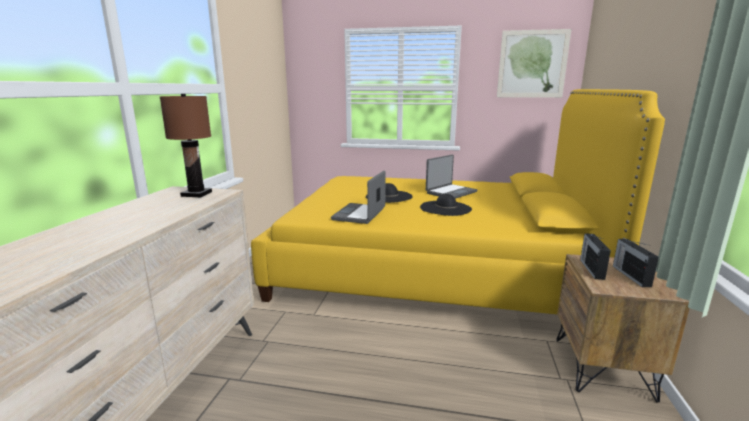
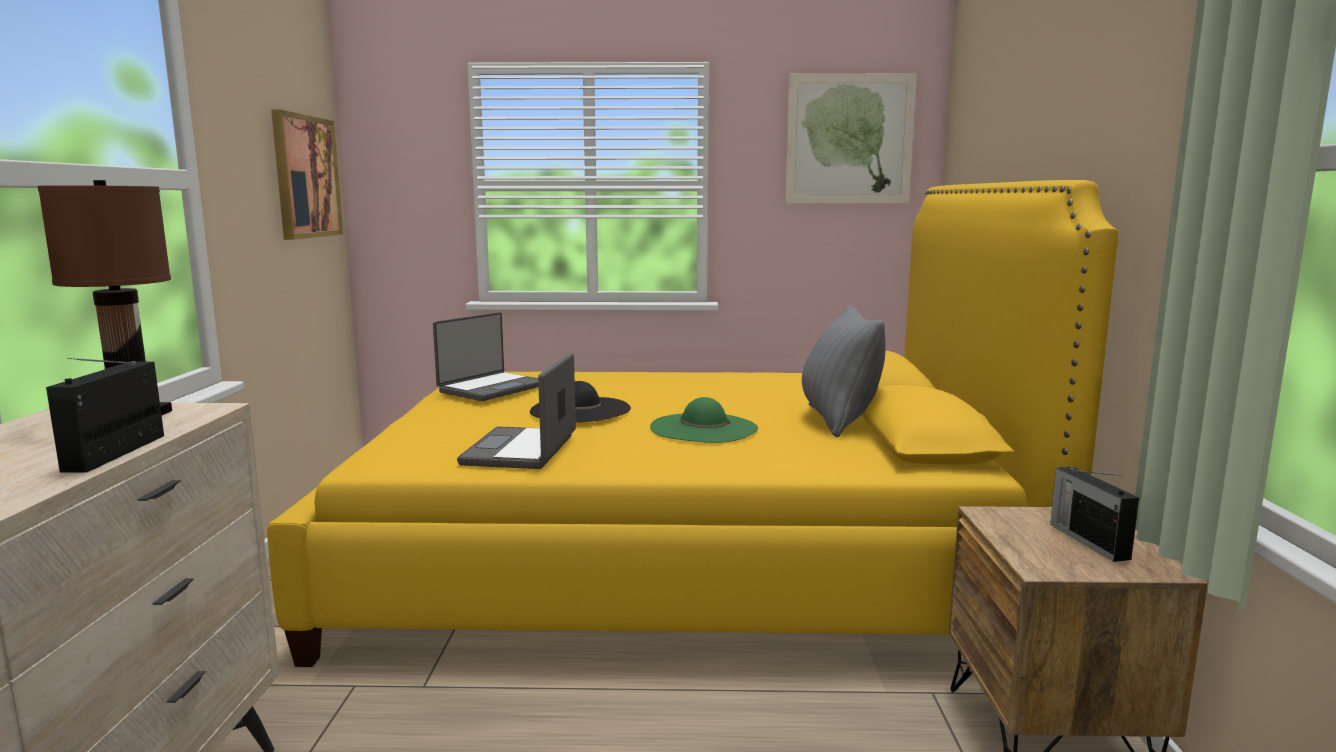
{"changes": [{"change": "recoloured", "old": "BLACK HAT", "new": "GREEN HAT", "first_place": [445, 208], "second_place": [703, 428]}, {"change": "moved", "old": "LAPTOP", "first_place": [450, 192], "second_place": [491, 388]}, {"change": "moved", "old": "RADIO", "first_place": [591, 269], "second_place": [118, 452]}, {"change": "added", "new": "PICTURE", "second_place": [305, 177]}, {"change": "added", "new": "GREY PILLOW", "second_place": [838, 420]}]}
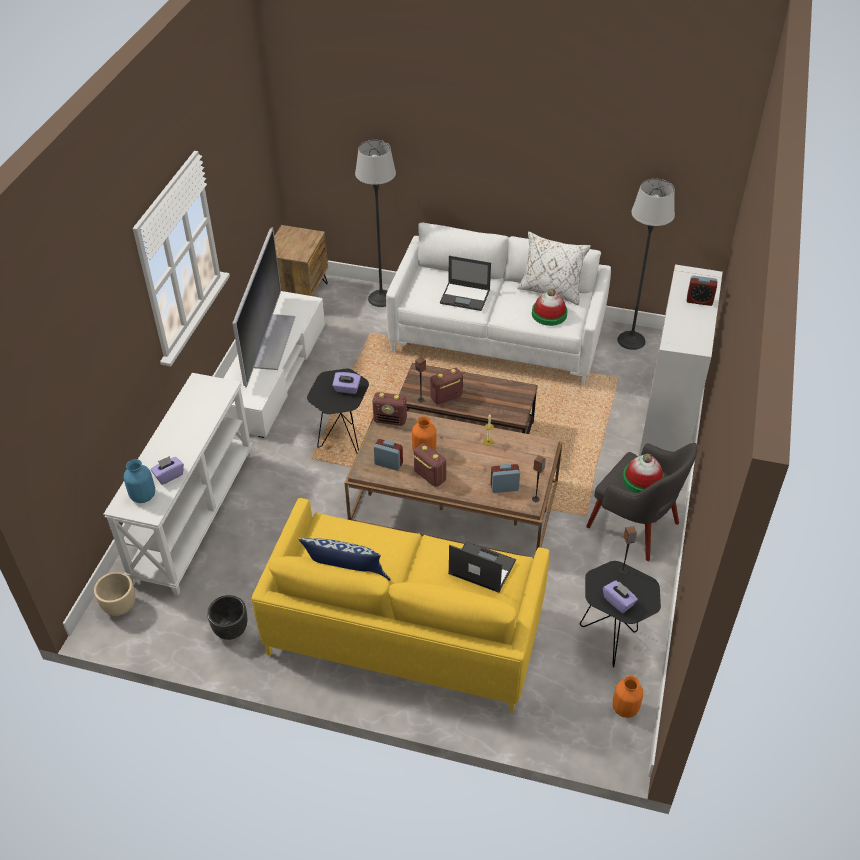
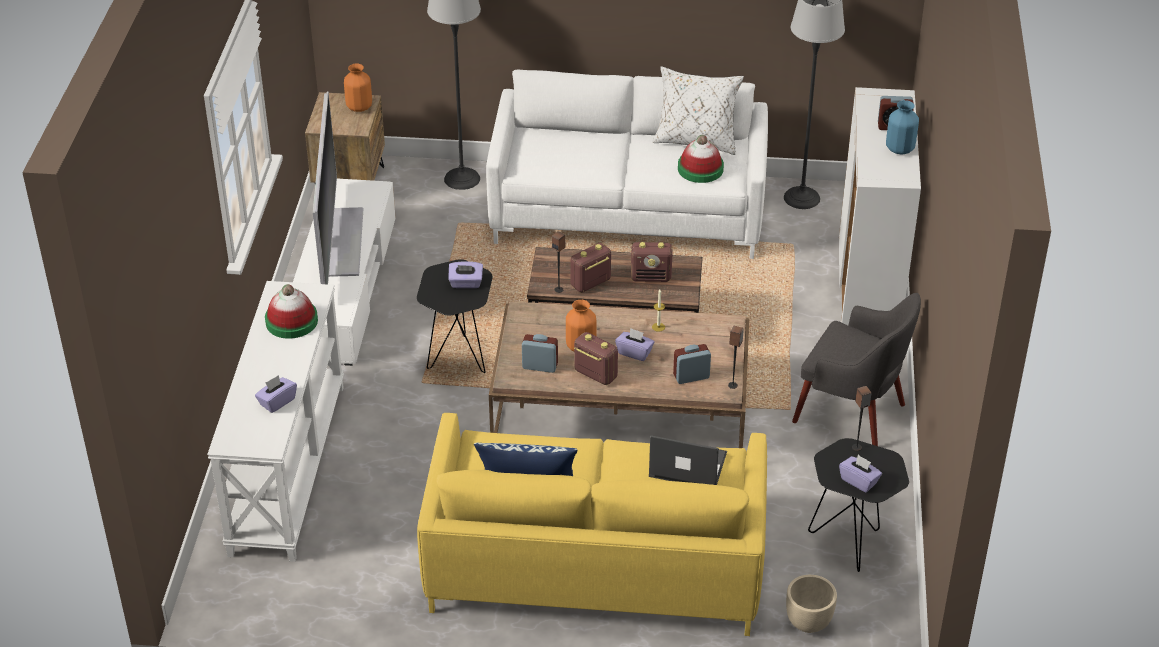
{"changes": [{"change": "moved", "old": "BEIGE PLANTER", "first_place": [120, 607], "second_place": [808, 623]}, {"change": "moved", "old": "BLUE VASE", "first_place": [142, 496], "second_place": [899, 149]}, {"change": "removed", "old": "BLACK PLANTER", "first_place": [230, 631]}, {"change": "moved", "old": "RADIO", "first_place": [390, 420], "second_place": [651, 277]}, {"change": "removed", "old": "LAPTOP", "first_place": [465, 296]}, {"change": "moved", "old": "ORANGE VASE", "first_place": [625, 708], "second_place": [359, 107]}, {"change": "moved", "old": "HAT", "first_place": [643, 480], "second_place": [291, 321]}, {"change": "added", "new": "PURPLE TISSUE BOX", "second_place": [634, 352]}]}
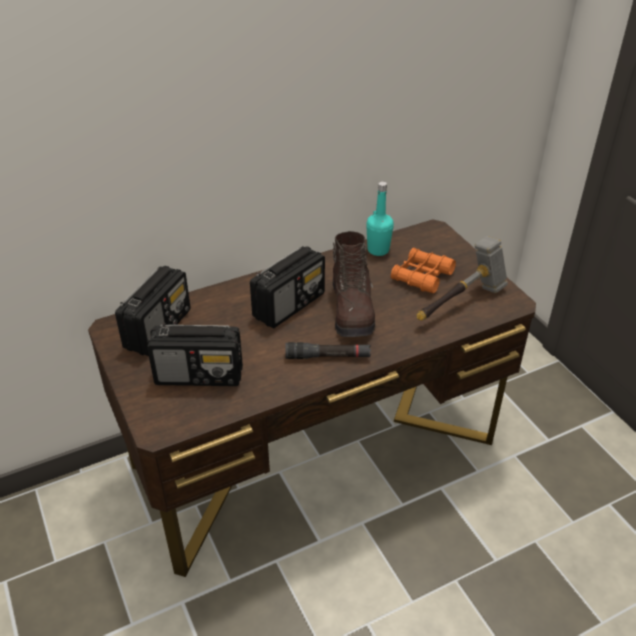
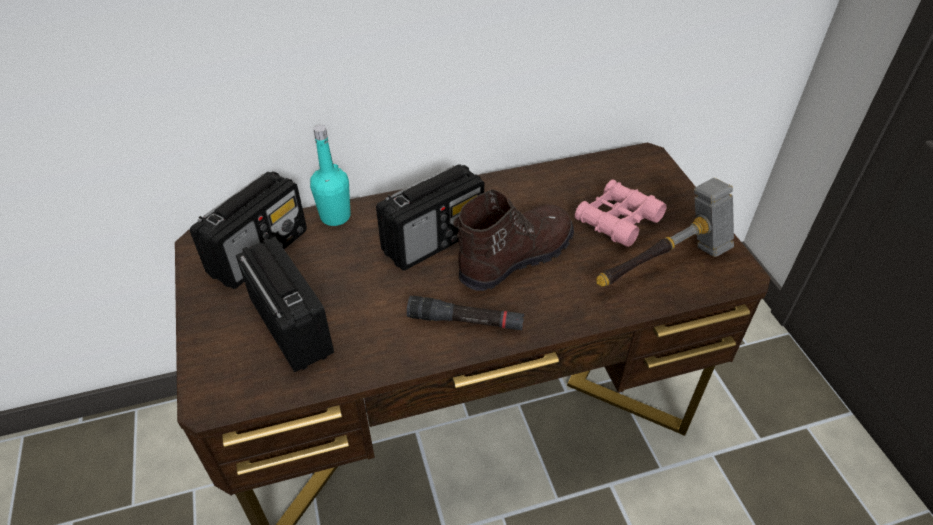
{"changes": [{"change": "turned", "old": "RADIO", "first_place": [200, 375], "second_place": [291, 326], "degrees": -135}, {"change": "turned", "old": "BROWN BOOT", "first_place": [352, 310], "second_place": [514, 258], "degrees": -135}, {"change": "moved", "old": "TURQUOISE BOTTLE", "first_place": [378, 250], "second_place": [335, 216]}, {"change": "recoloured", "old": "ORANGE BINOCULARS", "new": "PINK BINOCULARS", "first_place": [422, 276], "second_place": [617, 220]}]}
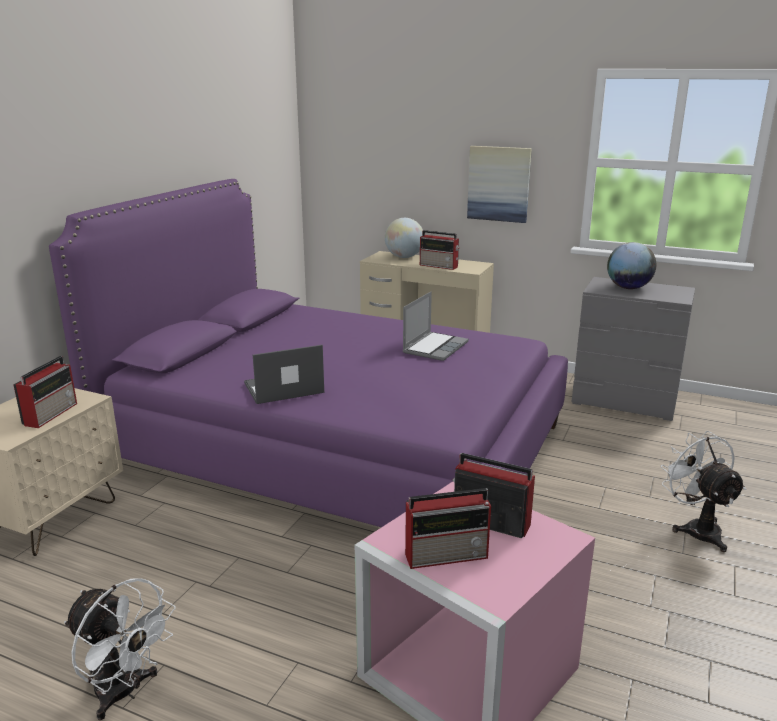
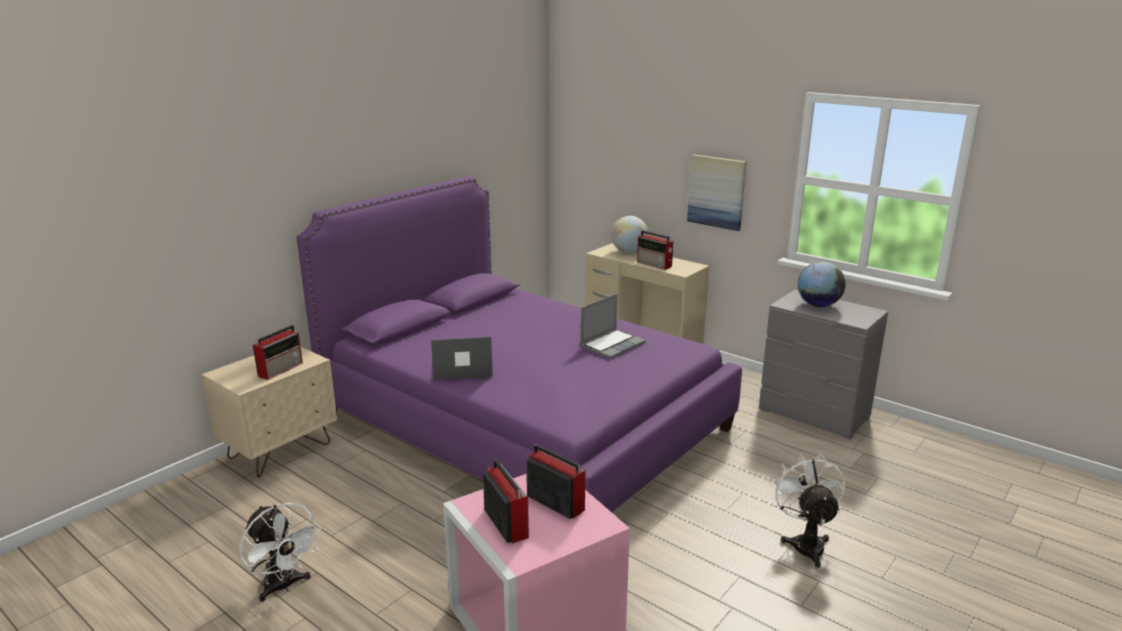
{"changes": [{"change": "turned", "old": "RADIO", "first_place": [448, 555], "second_place": [506, 522], "degrees": -120}]}
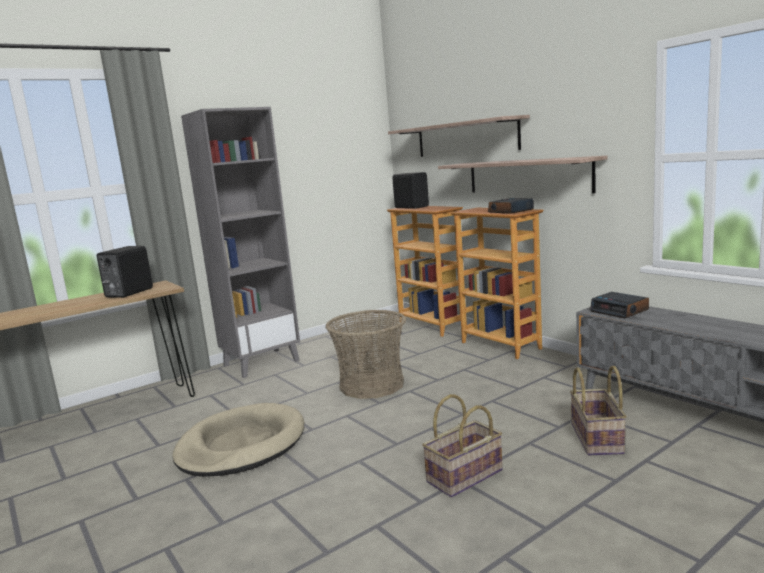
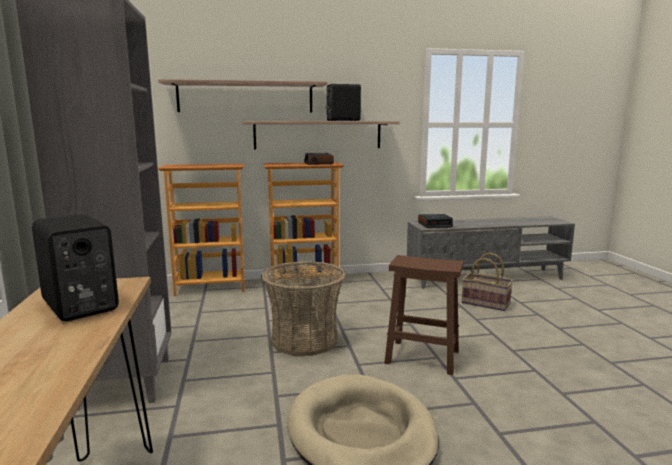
{"changes": [{"change": "moved", "old": "BLACK SPEAKER", "first_place": [412, 207], "second_place": [342, 120]}, {"change": "removed", "old": "BASKET", "first_place": [465, 477]}, {"change": "added", "new": "BROWN STOOL", "second_place": [424, 357]}]}
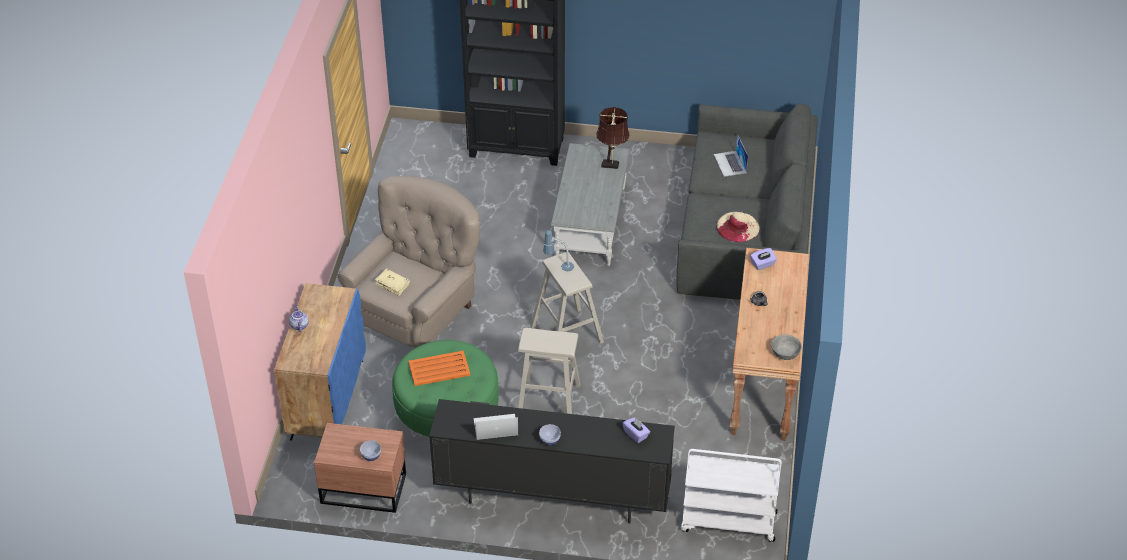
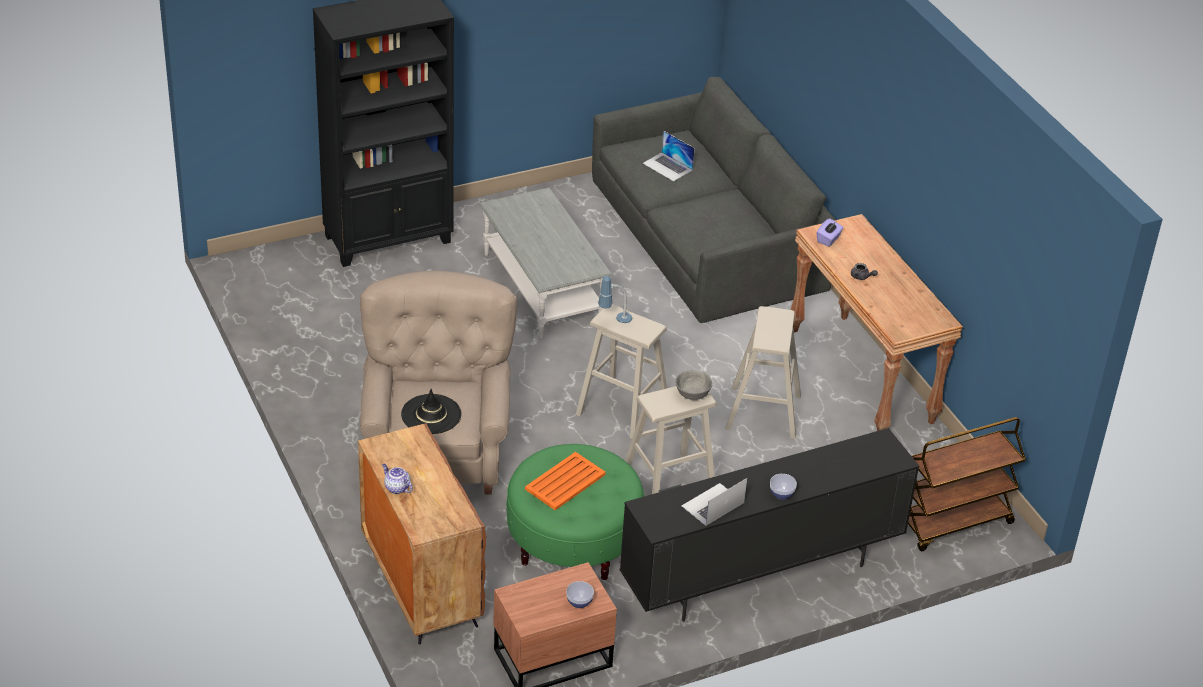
{"changes": [{"change": "recoloured", "old": "BLUE CABINET", "new": "BROWN CABINET", "first_place": [327, 399], "second_place": [420, 582]}, {"change": "replaced", "old": "BEIGE BOOK", "new": "BLACK HAT", "first_place": [393, 285], "second_place": [431, 414]}, {"change": "removed", "old": "BROWN TABLE LAMP", "first_place": [612, 165]}, {"change": "removed", "old": "PURPLE TISSUE BOX", "first_place": [636, 434]}, {"change": "recoloured", "old": "WHITE CART", "new": "BROWN CART", "first_place": [727, 522], "second_place": [953, 523]}, {"change": "removed", "old": "BEIGE HAT", "first_place": [737, 227]}, {"change": "moved", "old": "GREY BOWL", "first_place": [785, 353], "second_place": [692, 393]}, {"change": "added", "new": "BEIGE STOOL", "second_place": [763, 412]}]}
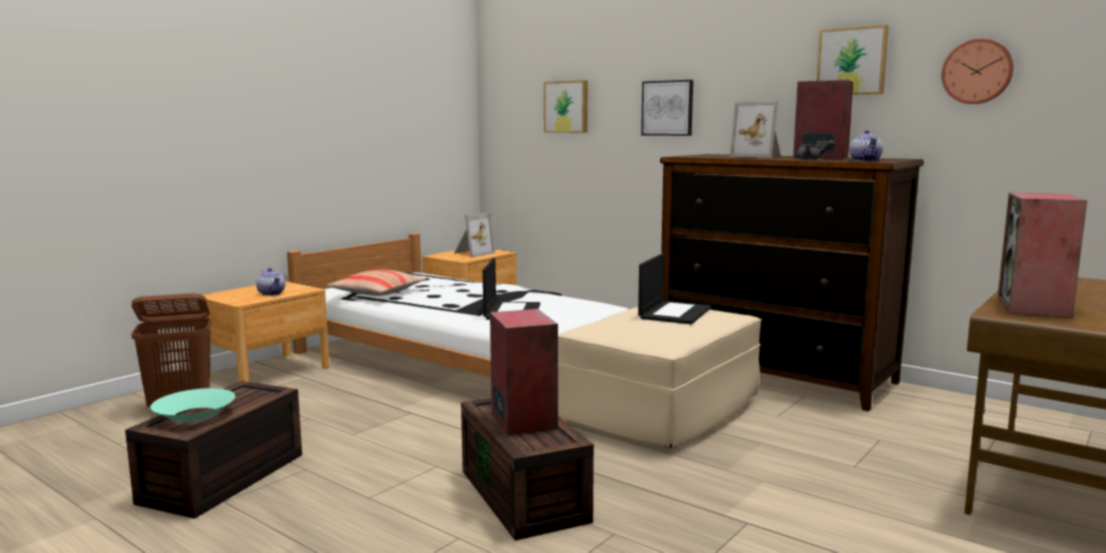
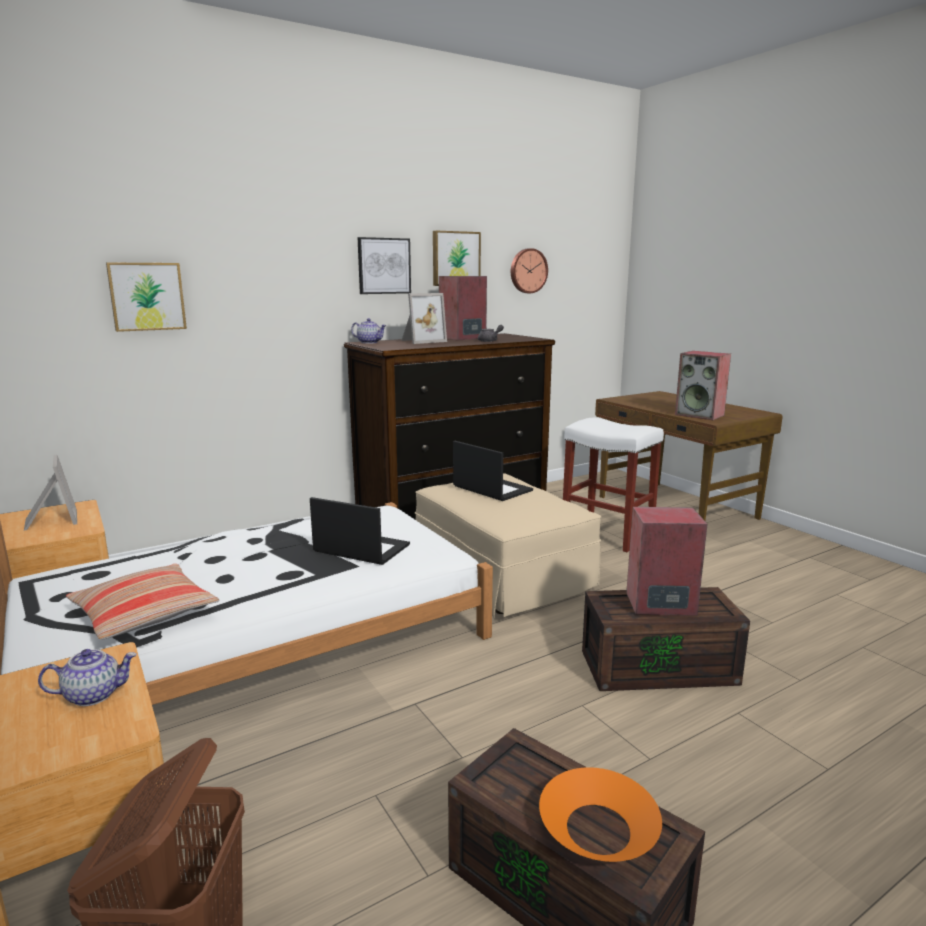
{"changes": [{"change": "recoloured", "old": "TURQUOISE BOWL", "new": "ORANGE BOWL", "first_place": [194, 414], "second_place": [597, 828]}, {"change": "moved", "old": "PICTURE", "first_place": [667, 108], "second_place": [384, 266]}, {"change": "moved", "old": "TEAPOT", "first_place": [865, 160], "second_place": [369, 342]}, {"change": "added", "new": "WHITE STOOL", "second_place": [605, 534]}]}
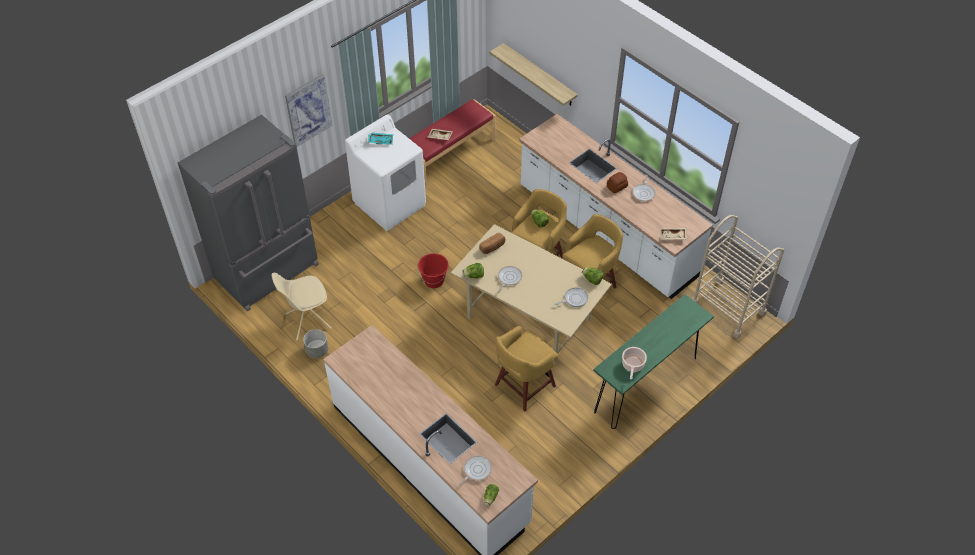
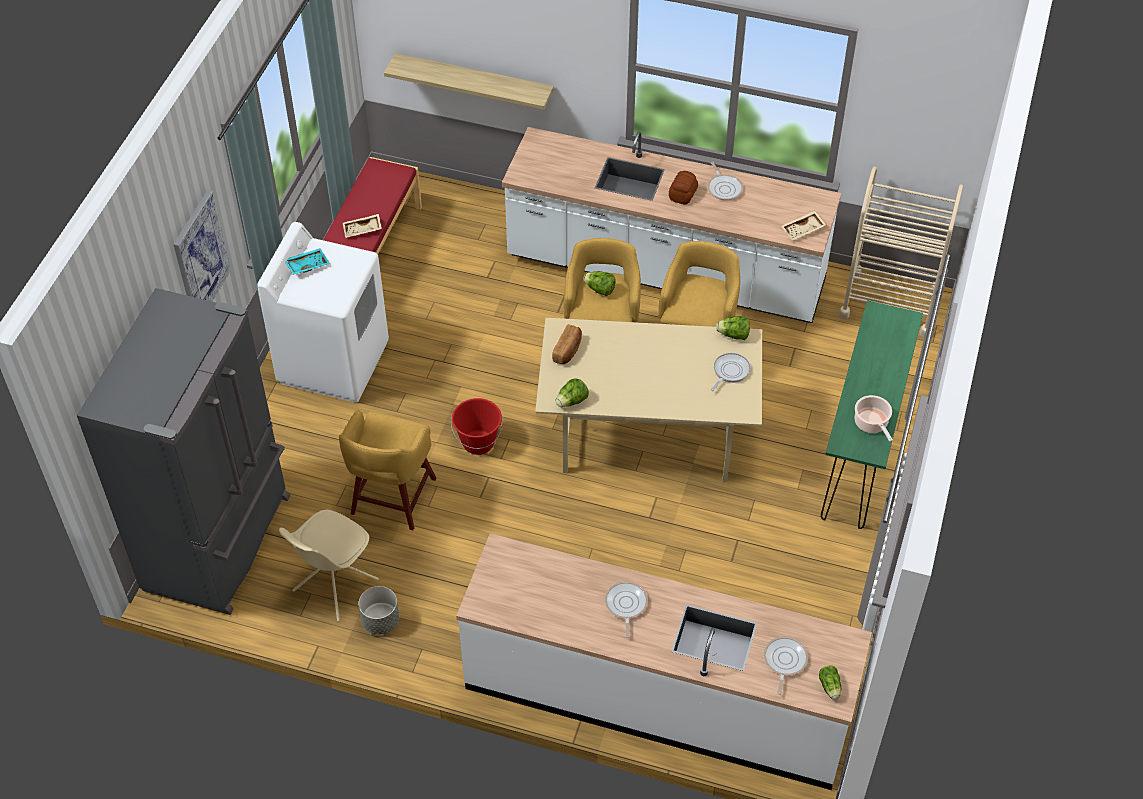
{"changes": [{"change": "moved", "old": "YELLOW STOOL", "first_place": [523, 386], "second_place": [392, 498]}, {"change": "moved", "old": "FRYING PAN", "first_place": [509, 278], "second_place": [625, 605]}]}
